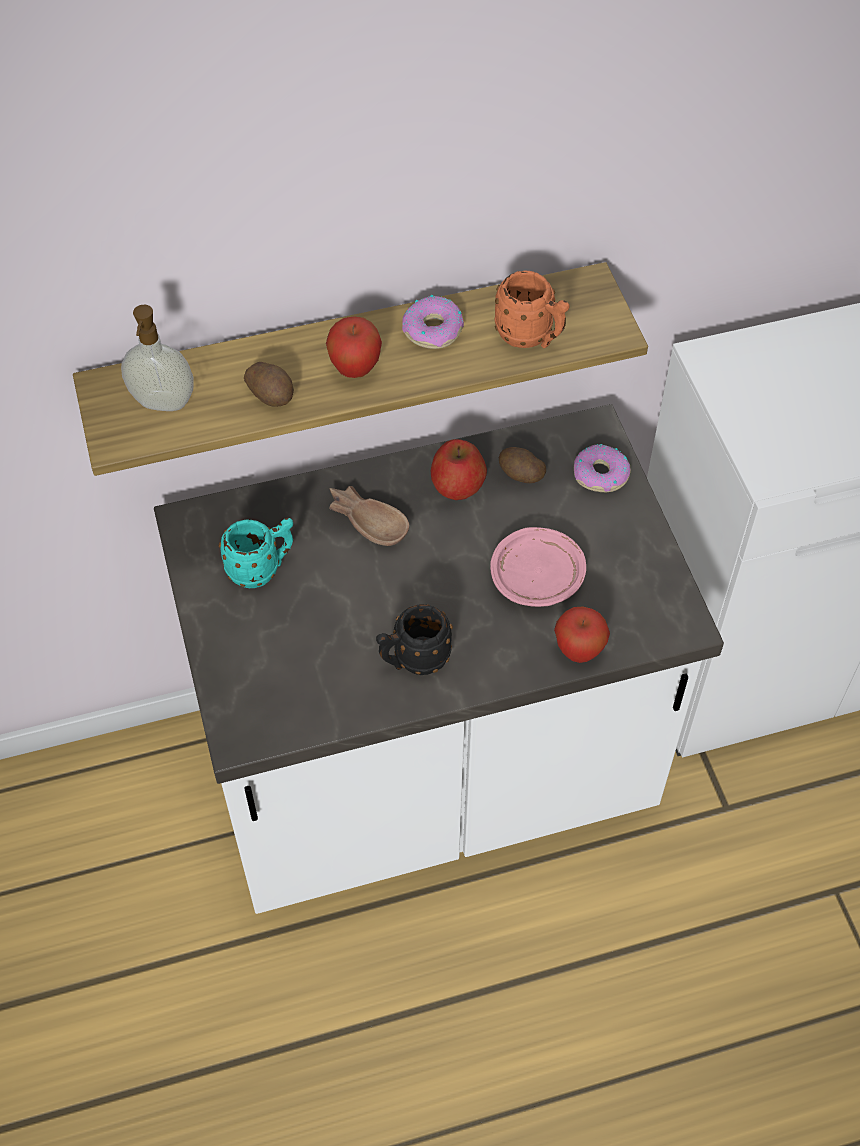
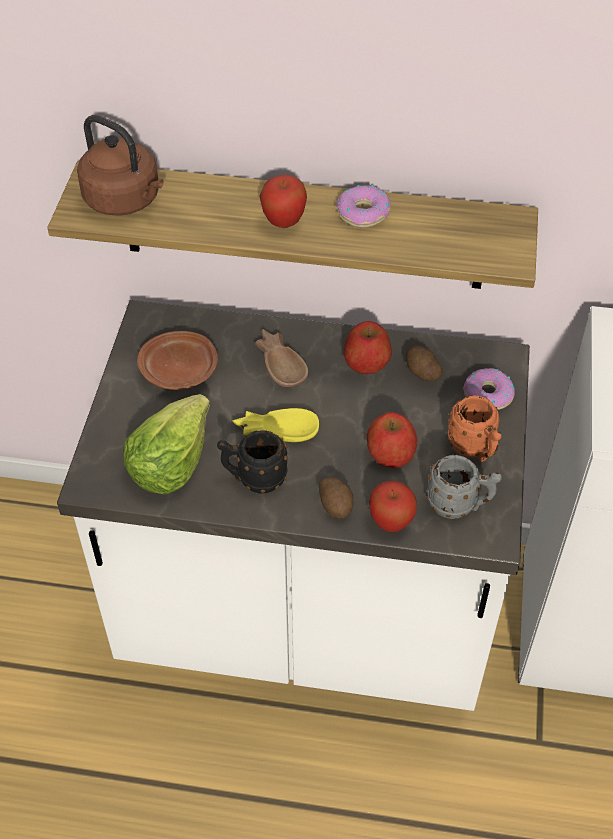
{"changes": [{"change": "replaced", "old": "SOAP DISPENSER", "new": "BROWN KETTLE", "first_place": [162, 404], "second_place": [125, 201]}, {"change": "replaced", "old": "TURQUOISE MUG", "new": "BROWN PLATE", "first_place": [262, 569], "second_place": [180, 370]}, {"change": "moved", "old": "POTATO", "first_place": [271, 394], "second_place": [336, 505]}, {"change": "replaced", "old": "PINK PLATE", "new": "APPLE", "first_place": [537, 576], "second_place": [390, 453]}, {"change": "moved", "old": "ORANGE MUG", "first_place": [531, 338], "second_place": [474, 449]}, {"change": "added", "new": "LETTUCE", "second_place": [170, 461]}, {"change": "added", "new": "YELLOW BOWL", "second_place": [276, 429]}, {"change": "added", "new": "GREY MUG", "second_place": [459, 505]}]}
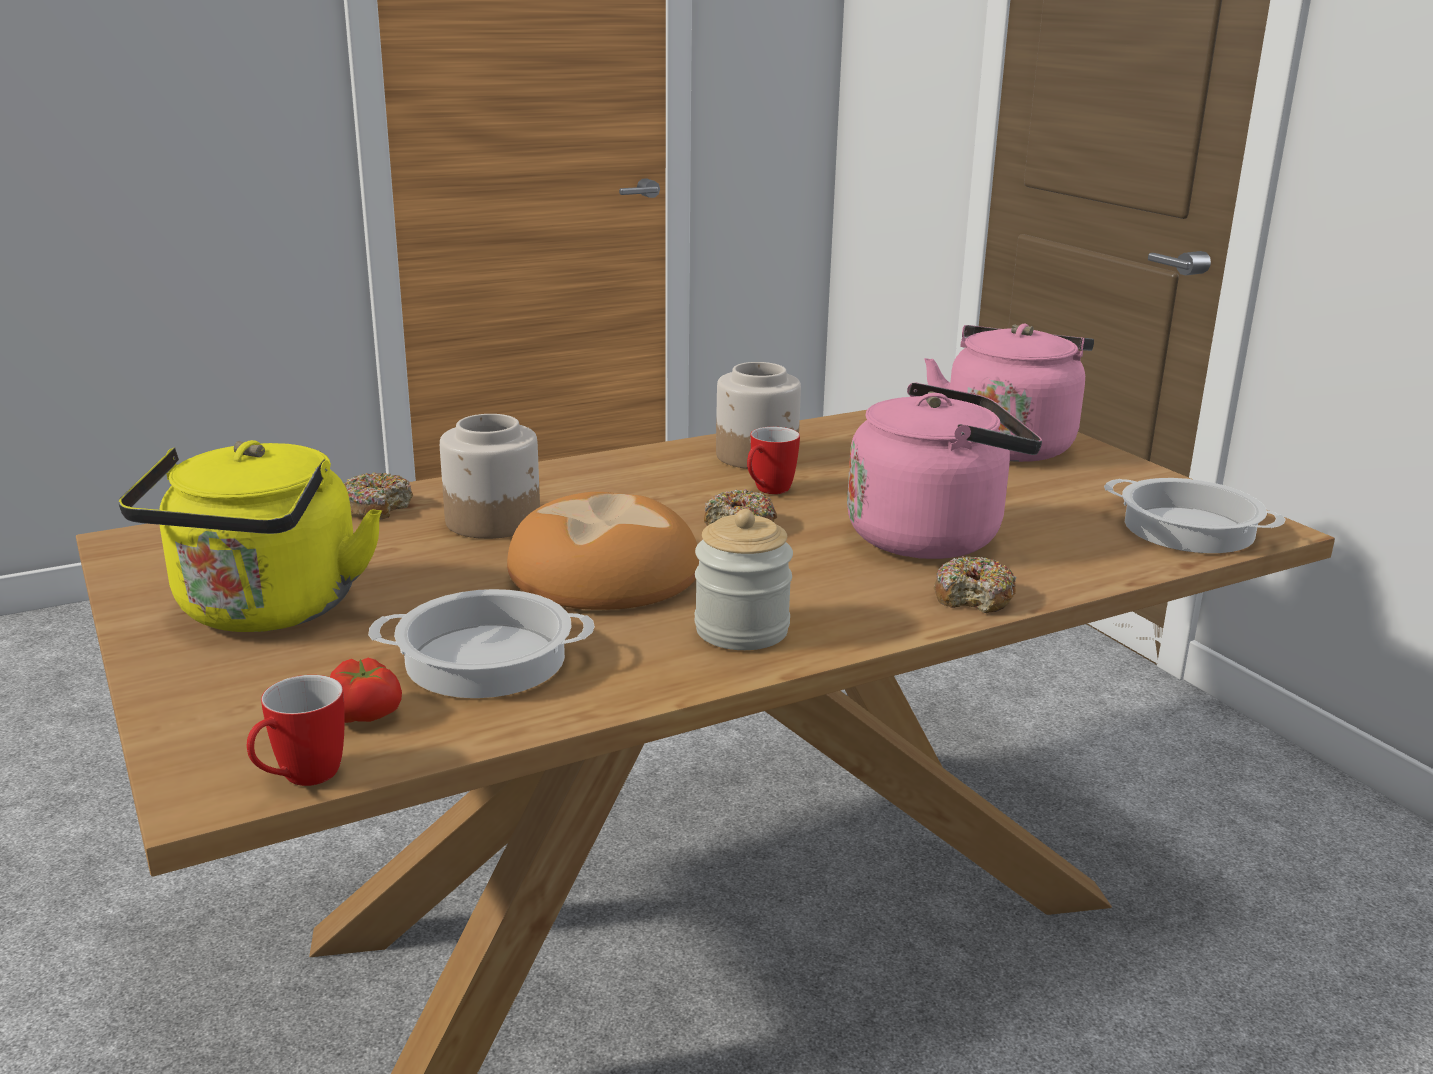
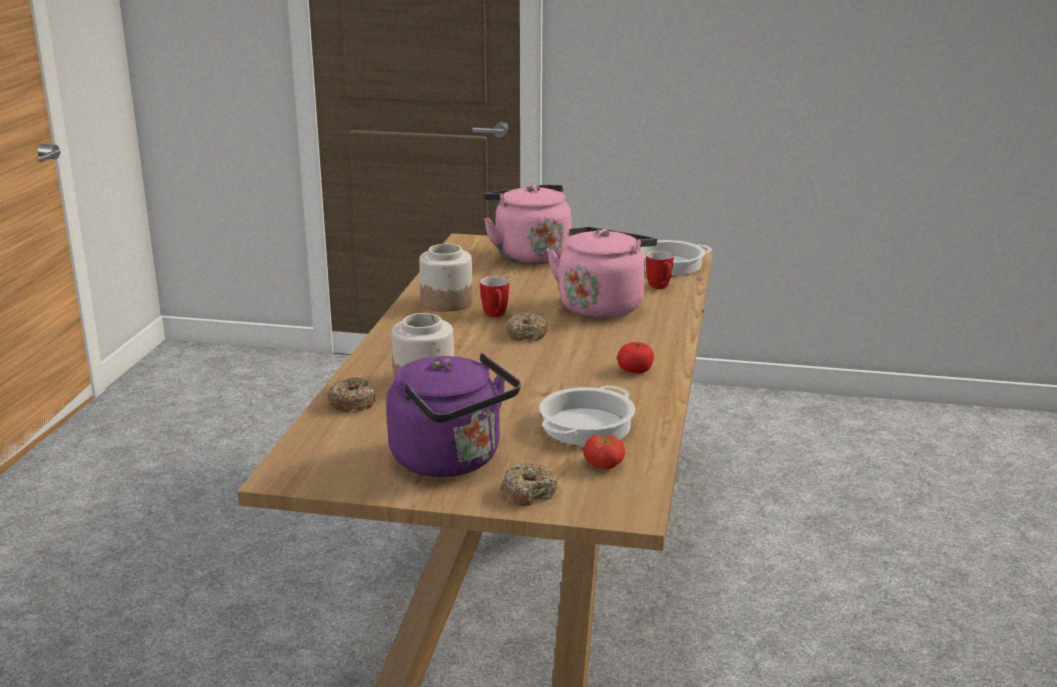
{"changes": [{"change": "recoloured", "old": "YELLOW KETTLE", "new": "PURPLE KETTLE", "first_place": [265, 611], "second_place": [451, 461]}, {"change": "moved", "old": "MUG", "first_place": [299, 780], "second_place": [660, 287]}, {"change": "removed", "old": "BREAD", "first_place": [606, 572]}, {"change": "replaced", "old": "JAR", "new": "TOMATO", "first_place": [741, 630], "second_place": [635, 370]}, {"change": "moved", "old": "DONUT", "first_place": [974, 598], "second_place": [529, 492]}]}
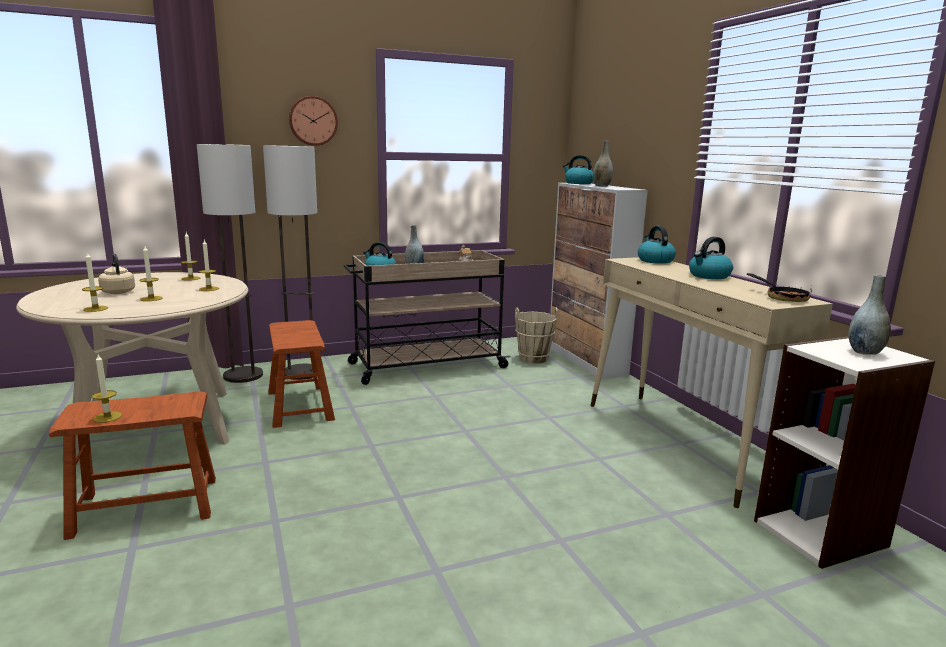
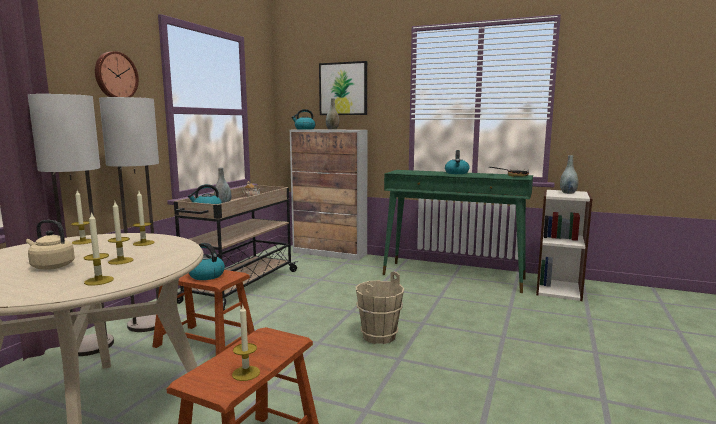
{"changes": [{"change": "moved", "old": "BEIGE BUCKET", "first_place": [533, 358], "second_place": [378, 336]}, {"change": "recoloured", "old": "BEIGE CONSOLE TABLE", "new": "GREEN CONSOLE TABLE", "first_place": [681, 443], "second_place": [453, 276]}, {"change": "moved", "old": "KETTLE", "first_place": [655, 260], "second_place": [206, 275]}, {"change": "added", "new": "PICTURE", "second_place": [343, 89]}]}
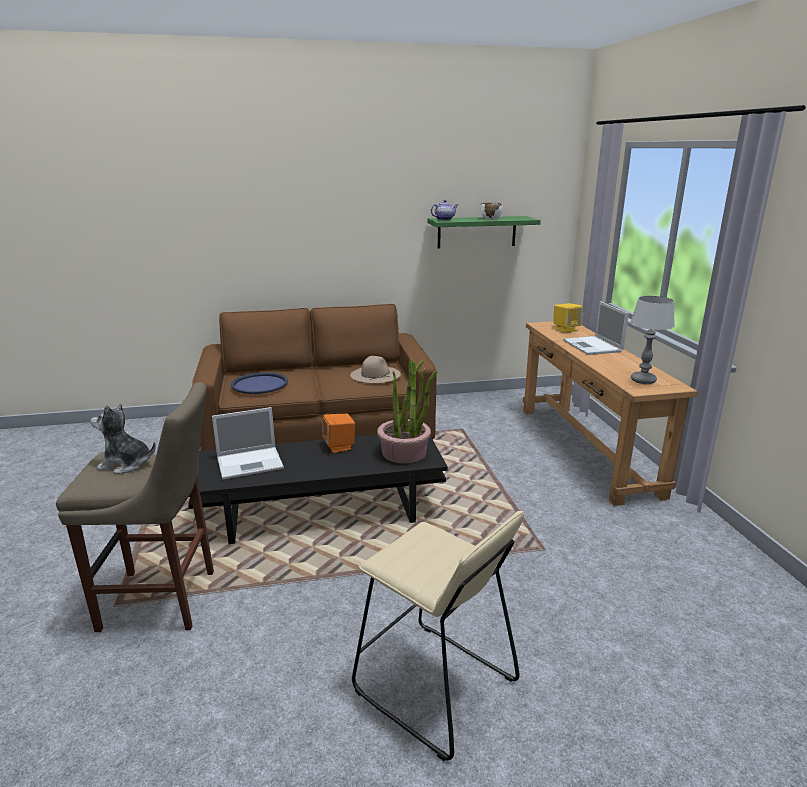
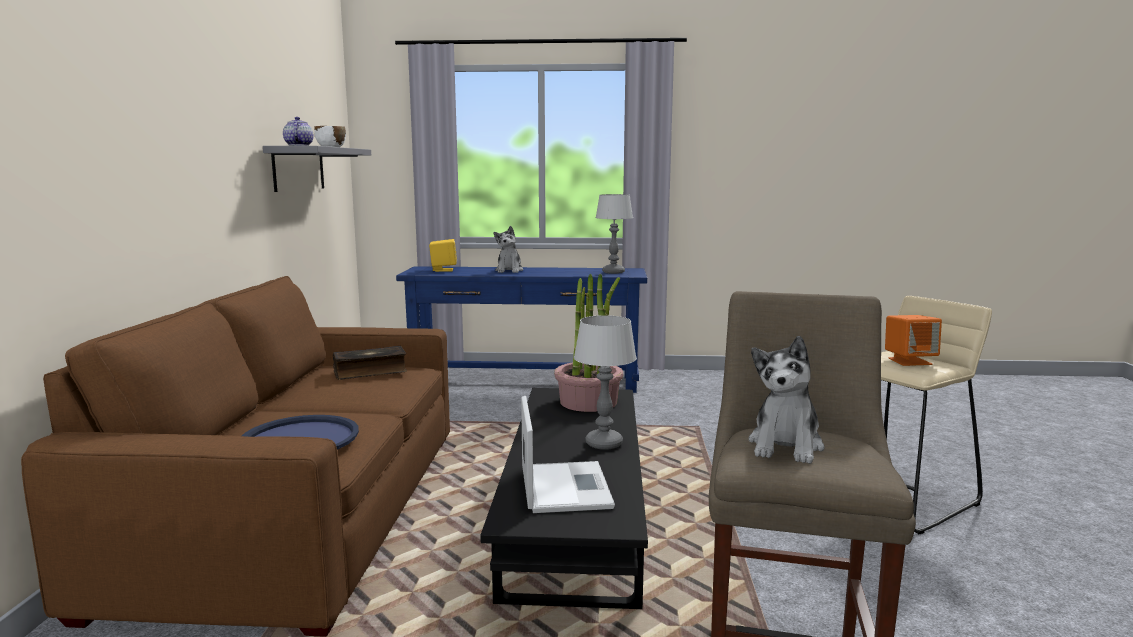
{"changes": [{"change": "moved", "old": "ORANGE SPEAKER", "first_place": [339, 447], "second_place": [909, 361]}, {"change": "replaced", "old": "BEIGE HAT", "new": "BOOK", "first_place": [375, 374], "second_place": [370, 371]}, {"change": "recoloured", "old": "GREEN SHELF", "new": "GREY SHELF", "first_place": [477, 232], "second_place": [298, 169]}, {"change": "recoloured", "old": "BROWN CONSOLE TABLE", "new": "BLUE CONSOLE TABLE", "first_place": [585, 449], "second_place": [525, 382]}, {"change": "replaced", "old": "LAPTOP", "new": "PLUSH TOY", "first_place": [593, 346], "second_place": [509, 270]}, {"change": "added", "new": "TABLE LAMP", "second_place": [603, 444]}]}
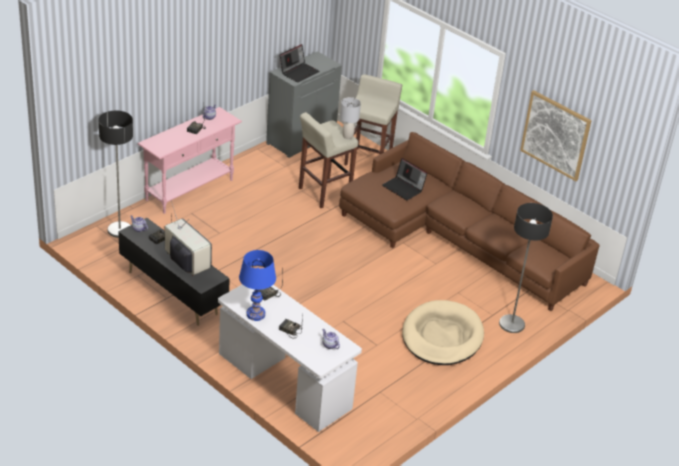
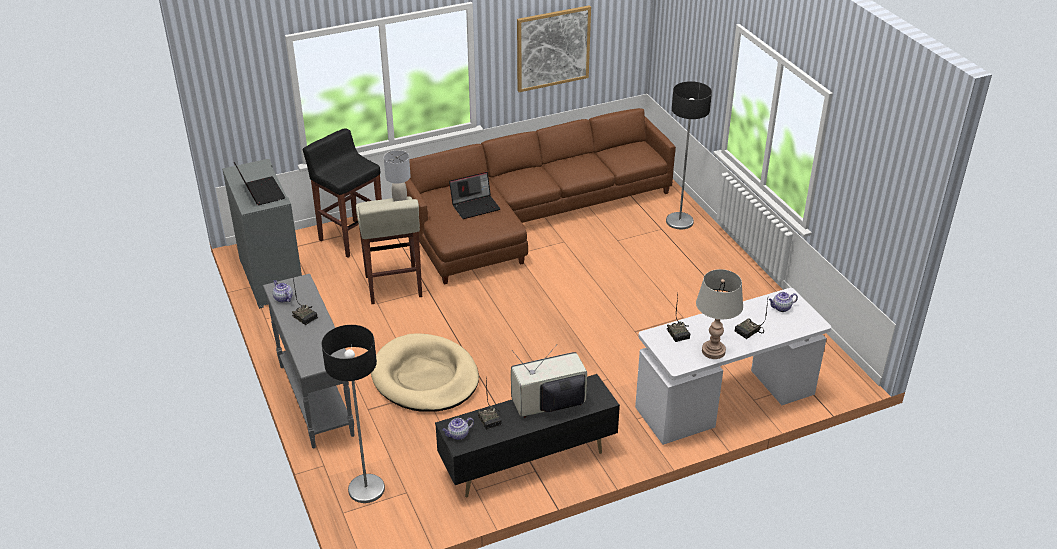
{"changes": [{"change": "recoloured", "old": "PINK CONSOLE TABLE", "new": "GREY CONSOLE TABLE", "first_place": [190, 190], "second_place": [316, 399]}, {"change": "recoloured", "old": "BLUE TABLE LAMP", "new": "GREY TABLE LAMP", "first_place": [255, 314], "second_place": [713, 351]}, {"change": "recoloured", "old": "BEIGE STOOL", "new": "BLACK STOOL", "first_place": [368, 160], "second_place": [351, 238]}, {"change": "moved", "old": "BEIGE DOG BED", "first_place": [442, 336], "second_place": [425, 377]}]}
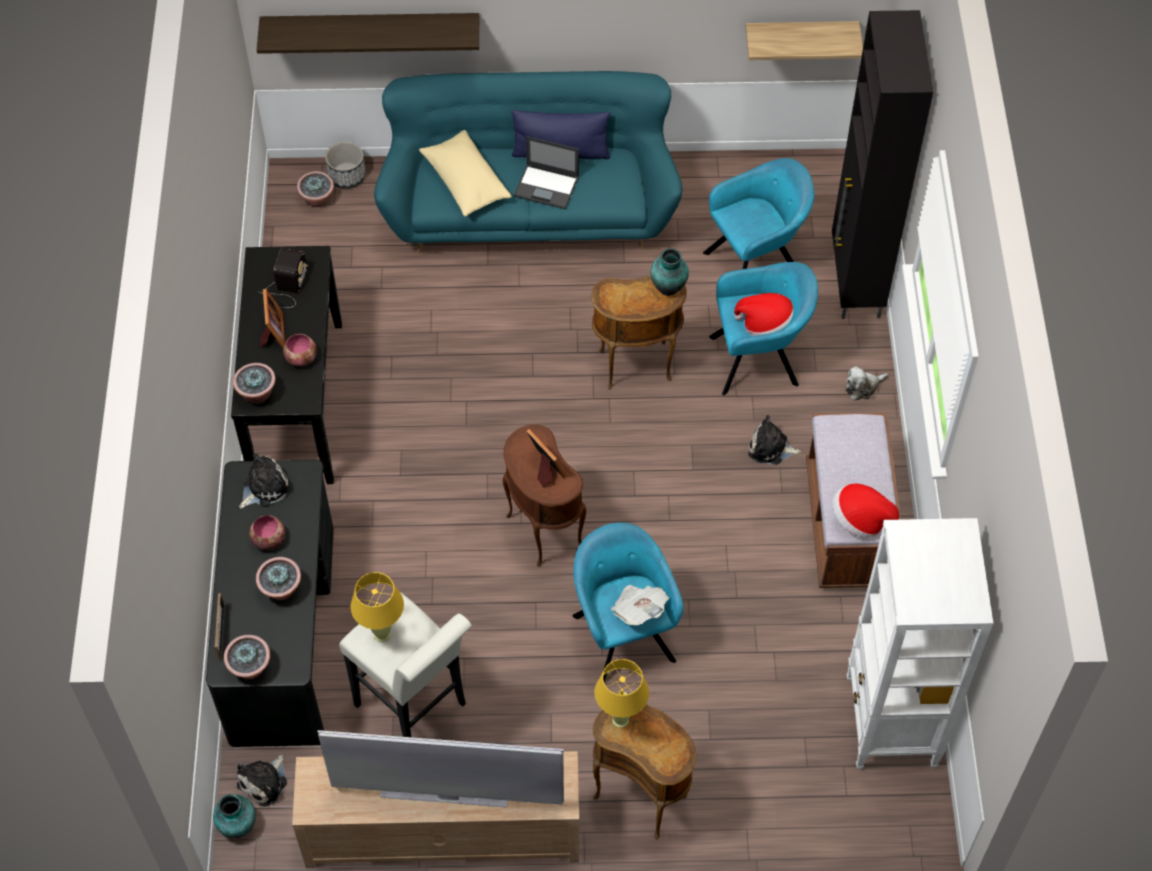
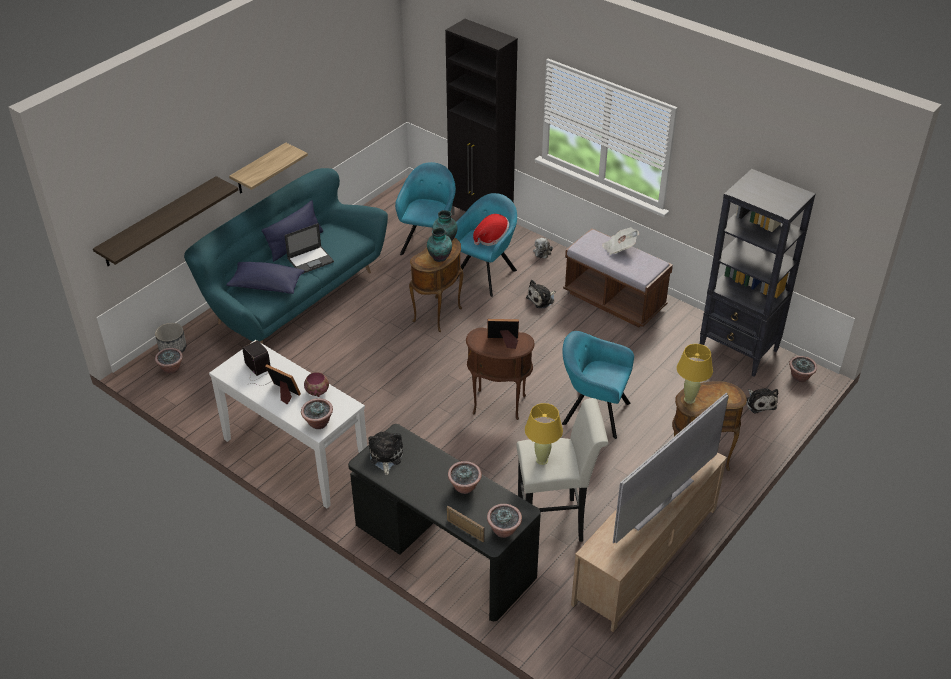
{"changes": [{"change": "moved", "old": "VASE", "first_place": [237, 825], "second_place": [439, 258]}, {"change": "recoloured", "old": "BLACK CONSOLE TABLE", "new": "WHITE CONSOLE TABLE", "first_place": [296, 402], "second_place": [295, 455]}, {"change": "moved", "old": "PLUSH TOY", "first_place": [265, 782], "second_place": [759, 403]}, {"change": "removed", "old": "BOWL", "first_place": [268, 539]}, {"change": "recoloured", "old": "BEIGE PILLOW", "new": "BLUE PILLOW", "first_place": [465, 182], "second_place": [266, 286]}, {"change": "moved", "old": "NEWSPAPER", "first_place": [639, 610], "second_place": [619, 248]}, {"change": "moved", "old": "SHELF", "first_place": [800, 35], "second_place": [259, 169]}, {"change": "removed", "old": "HAT", "first_place": [860, 519]}, {"change": "recoloured", "old": "WHITE BOOKCASE", "new": "BLACK BOOKCASE", "first_place": [890, 723], "second_place": [738, 350]}, {"change": "added", "new": "POTTED PLANT", "second_place": [800, 377]}]}
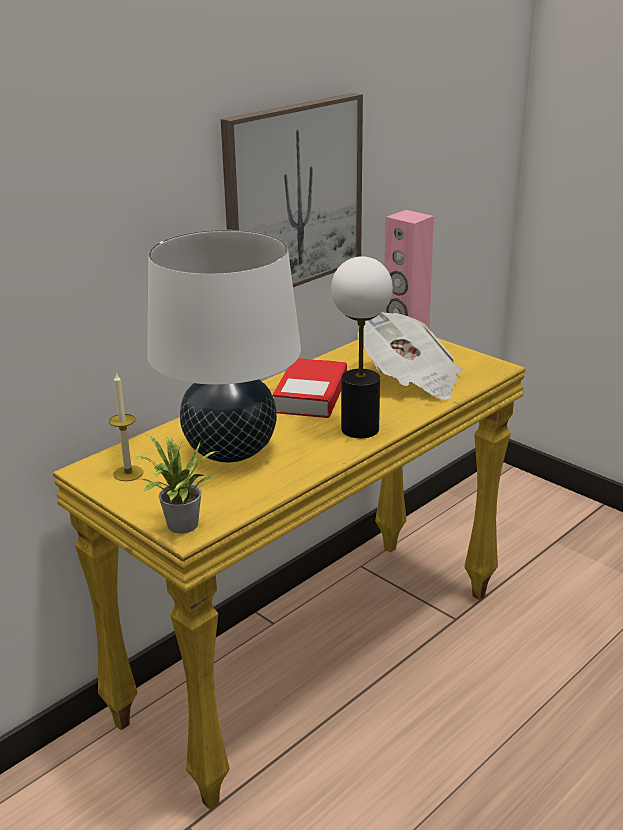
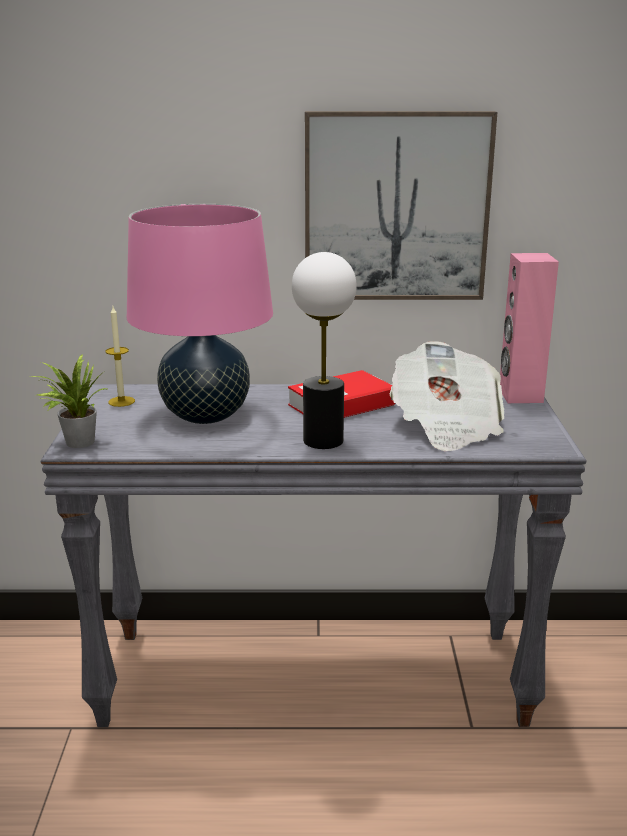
{"changes": [{"change": "recoloured", "old": "YELLOW CONSOLE TABLE", "new": "GREY CONSOLE TABLE", "first_place": [314, 653], "second_place": [315, 675]}, {"change": "recoloured", "old": "WHITE TABLE LAMP", "new": "PINK TABLE LAMP", "first_place": [230, 451], "second_place": [206, 415]}]}
